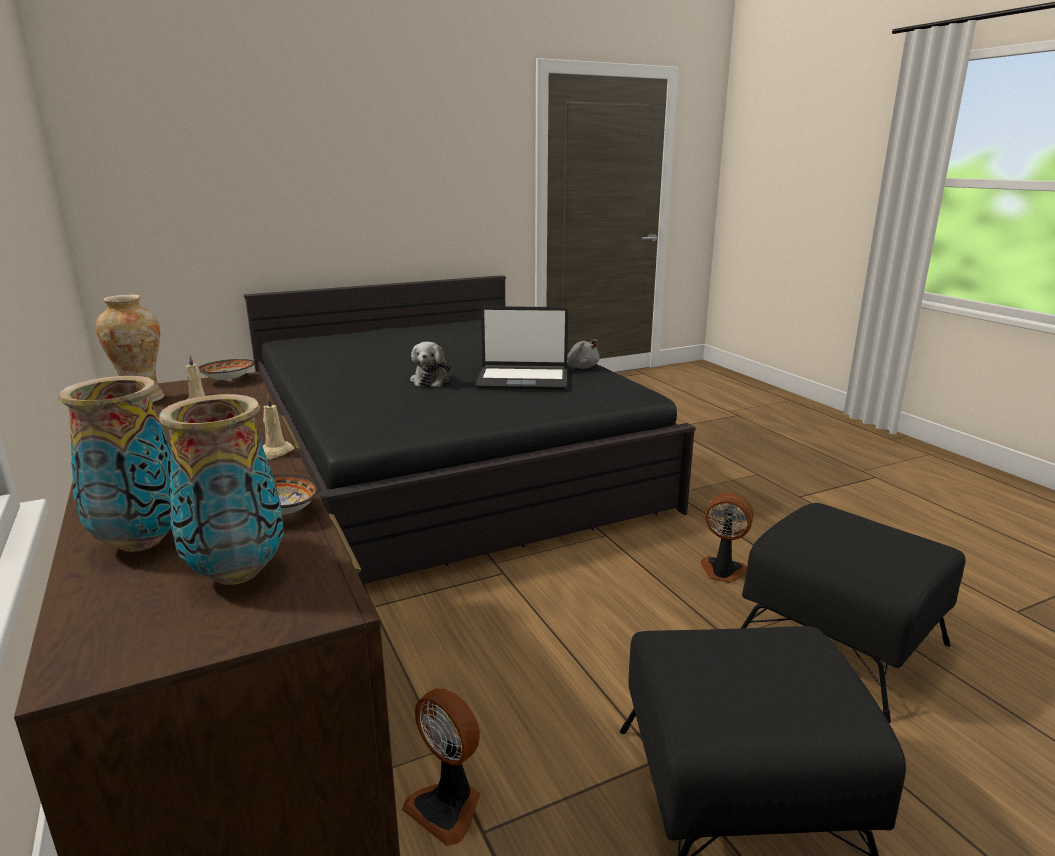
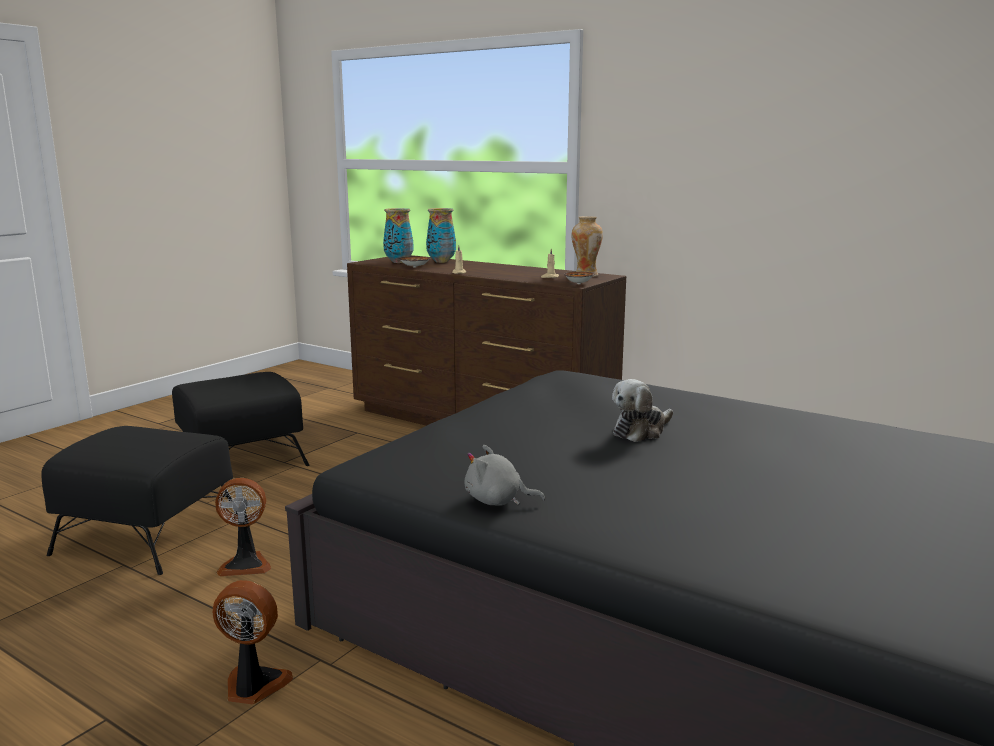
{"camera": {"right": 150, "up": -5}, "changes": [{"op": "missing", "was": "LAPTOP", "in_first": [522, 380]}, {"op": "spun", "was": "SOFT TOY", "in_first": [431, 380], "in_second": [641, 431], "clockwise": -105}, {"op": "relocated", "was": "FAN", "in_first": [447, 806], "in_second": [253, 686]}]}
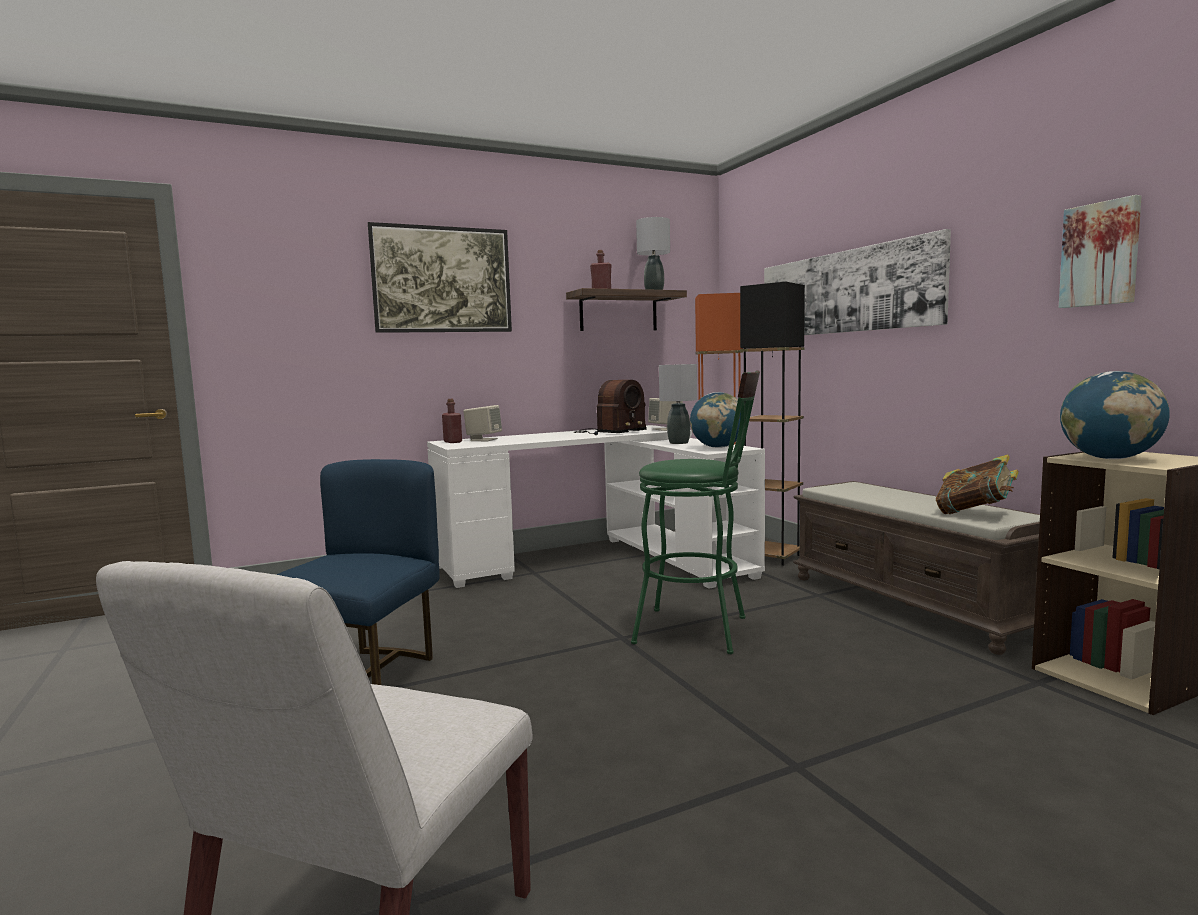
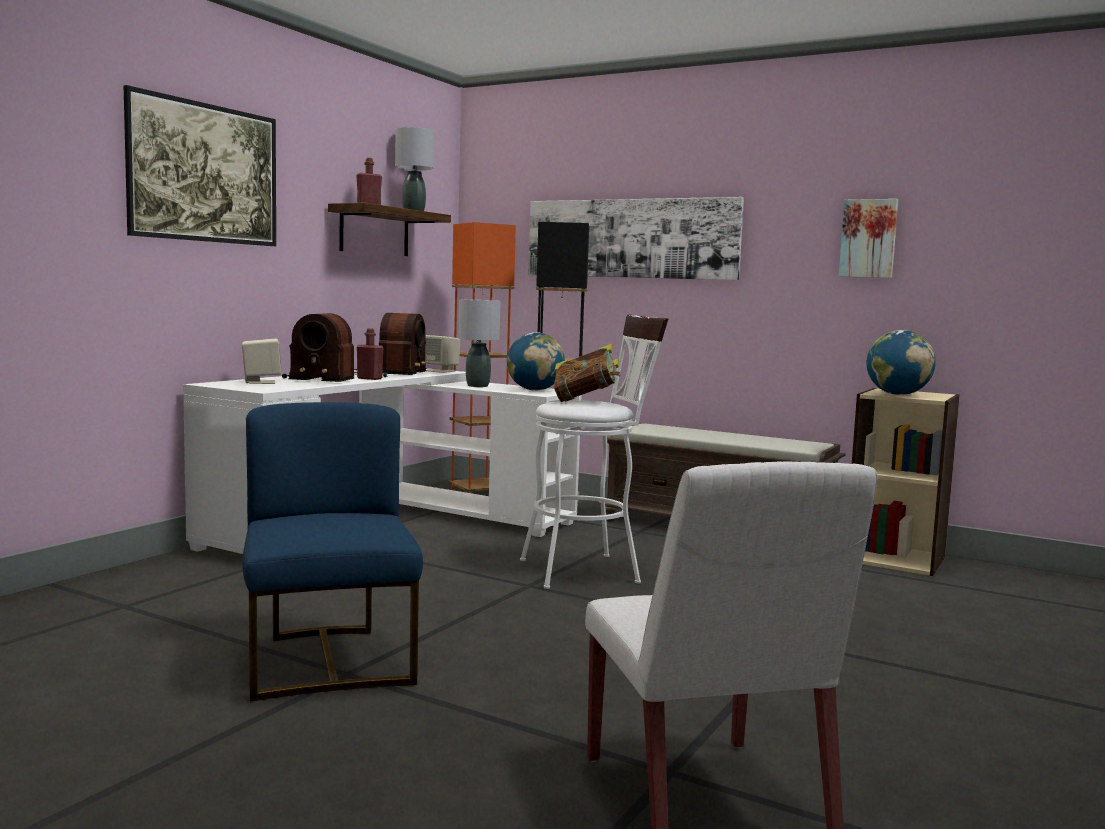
{"camera": {"right": -35, "up": 0}, "changes": [{"op": "colour", "was": "GREENISH STOOL", "now": "WHITISH STOOL", "in_first": [702, 630], "in_second": [589, 570]}, {"op": "relocated", "was": "RED-COLOURED BOTTLE", "in_first": [452, 442], "in_second": [369, 378]}, {"op": "relocated", "was": "BOUND BOOK", "in_first": [975, 514], "in_second": [585, 401]}, {"op": "appeared", "now": "RADIO SET", "in_second": [318, 379]}]}
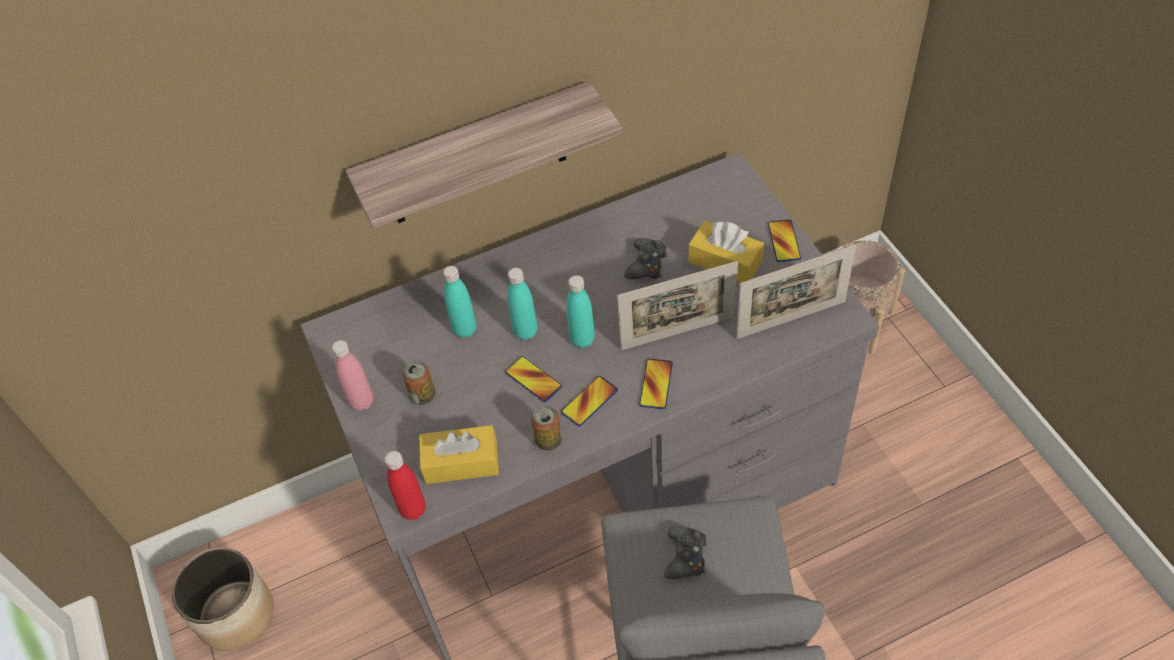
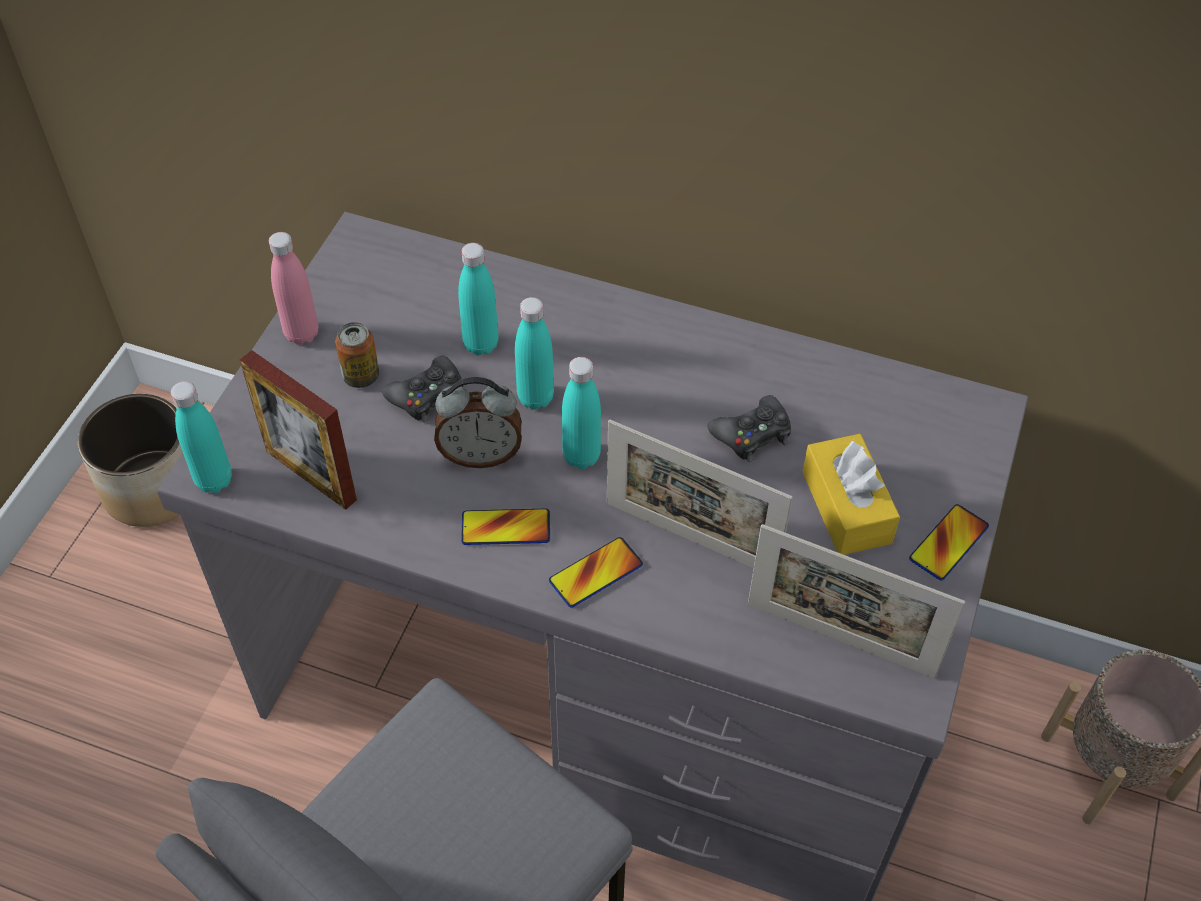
{"camera": {"right": 40, "up": 0}, "changes": [{"op": "missing", "was": "SHELF", "in_first": [476, 157]}, {"op": "exchanged", "was": "HANDSET", "now": "ALARM CLOCK", "in_first": [533, 380], "in_second": [480, 454]}, {"op": "missing", "was": "CAN", "in_first": [548, 440]}, {"op": "exchanged", "was": "YELLOWISH TISSUE BOX", "now": "PHOTO FRAME", "in_first": [461, 462], "in_second": [311, 475]}, {"op": "colour", "was": "RED-COLOURED BOTTLE", "now": "BLUE-GREEN BOTTLE", "in_first": [413, 509], "in_second": [214, 480]}, {"op": "relocated", "was": "BLACKISH GAMEPAD", "in_first": [686, 556], "in_second": [428, 396]}]}
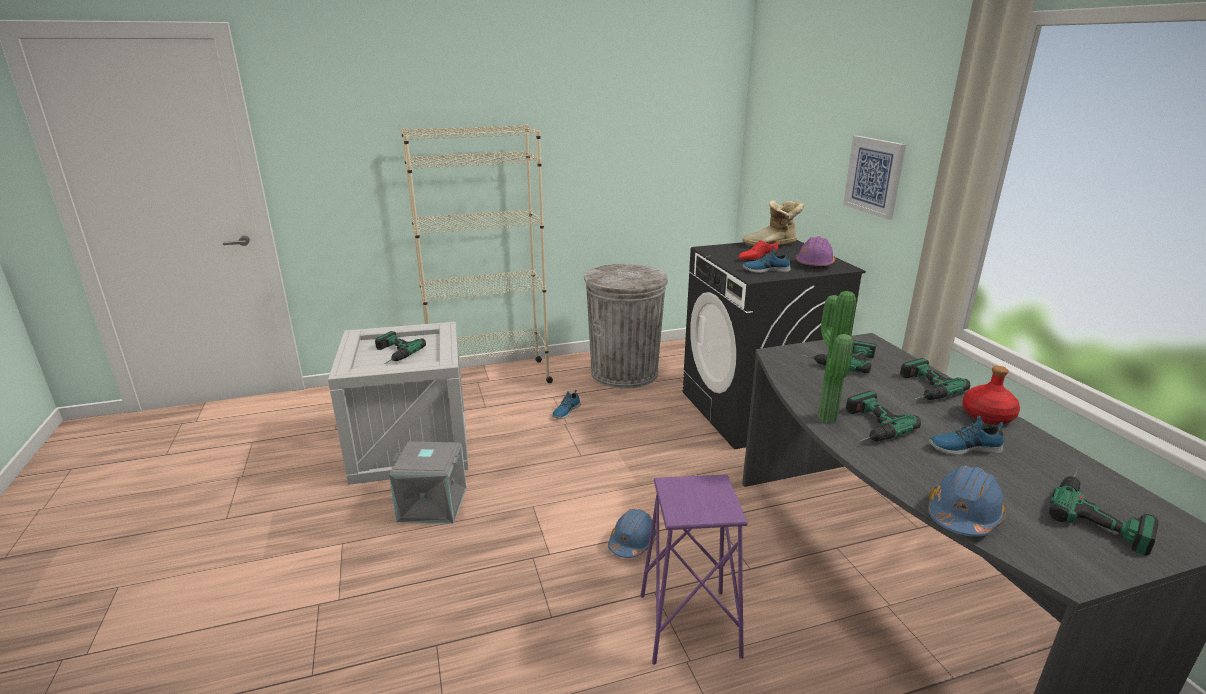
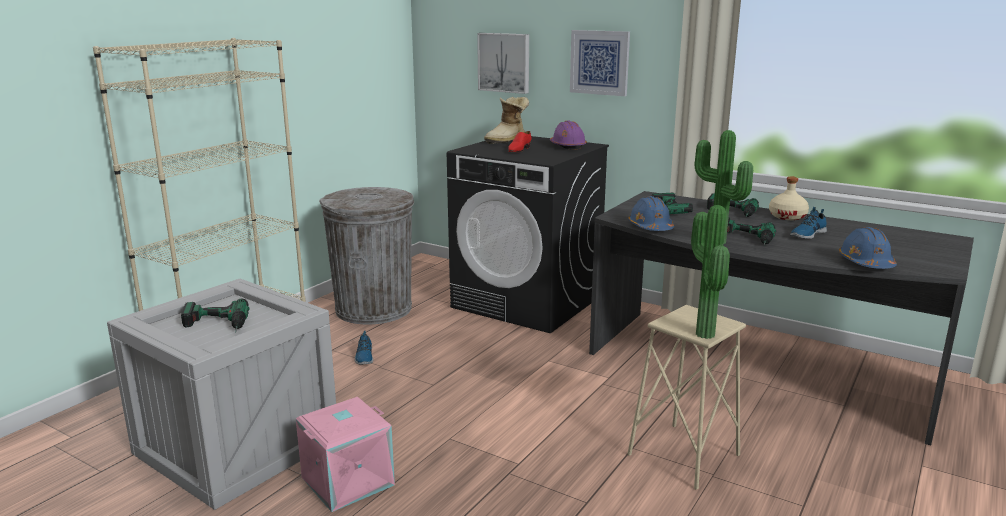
{"camera": {"right": -40, "up": -5}, "changes": [{"op": "missing", "was": "ITEM OF FOOTWEAR", "in_first": [765, 270]}, {"op": "colour", "was": "RED-COLOURED BOTTLE", "now": "SAND-COLOURED BOTTLE", "in_first": [987, 416], "in_second": [787, 216]}, {"op": "colour", "was": "GRAY STORAGE BOX", "now": "PINKISH STORAGE BOX", "in_first": [433, 503], "in_second": [347, 480]}, {"op": "missing", "was": "ELECTRIC DRILL", "in_first": [1101, 513]}, {"op": "colour", "was": "PURPLE-COLOURED STOOL", "now": "SAND-COLOURED STOOL", "in_first": [688, 625], "in_second": [683, 455]}, {"op": "relocated", "was": "BLUE-COLOURED WORK HELMET", "in_first": [632, 542], "in_second": [650, 227]}, {"op": "appeared", "now": "WALL ART", "in_second": [504, 62]}, {"op": "appeared", "now": "POTTED PLANT", "in_second": [701, 335]}]}
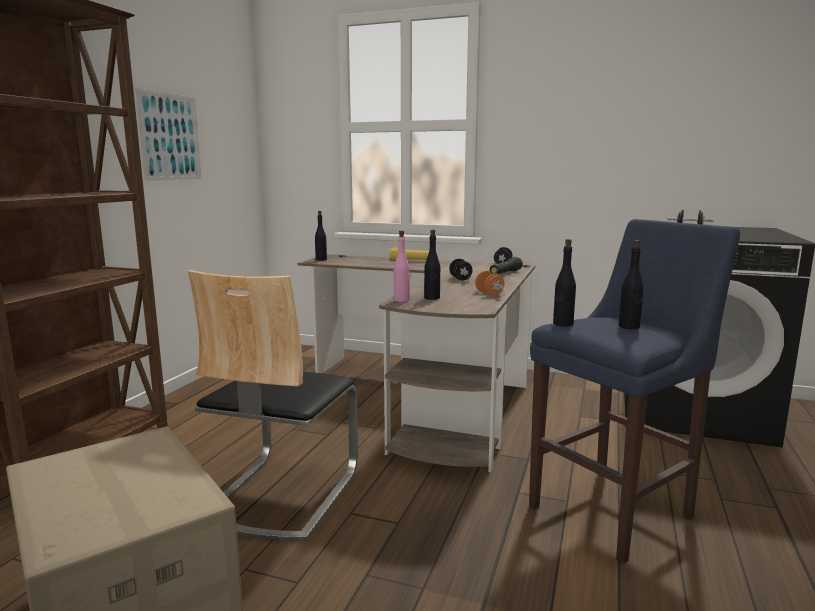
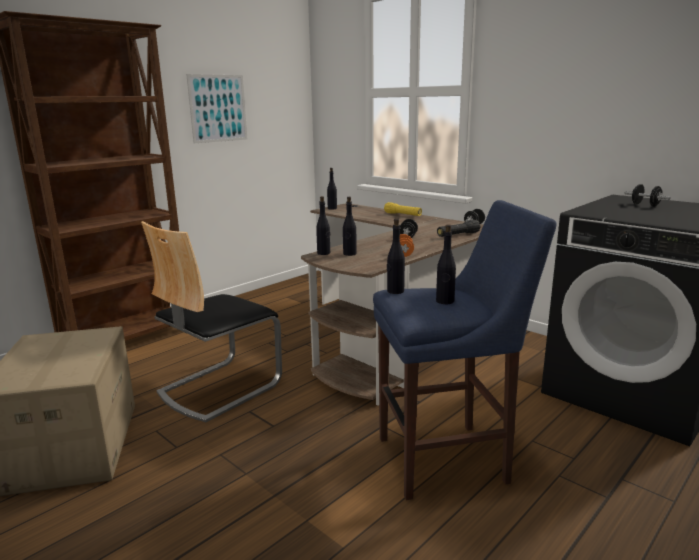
{"camera": {"right": 25, "up": 5}, "changes": [{"op": "colour", "was": "PINKISH BOTTLE", "now": "BLACKISH BOTTLE", "in_first": [402, 300], "in_second": [324, 253]}]}
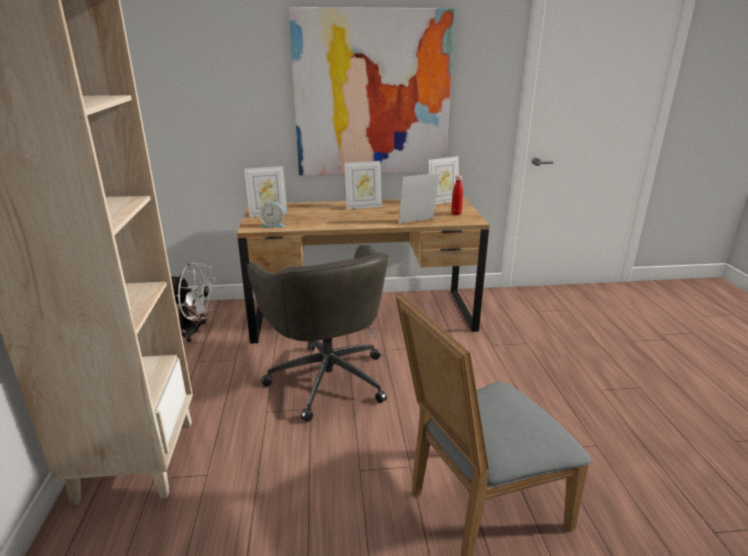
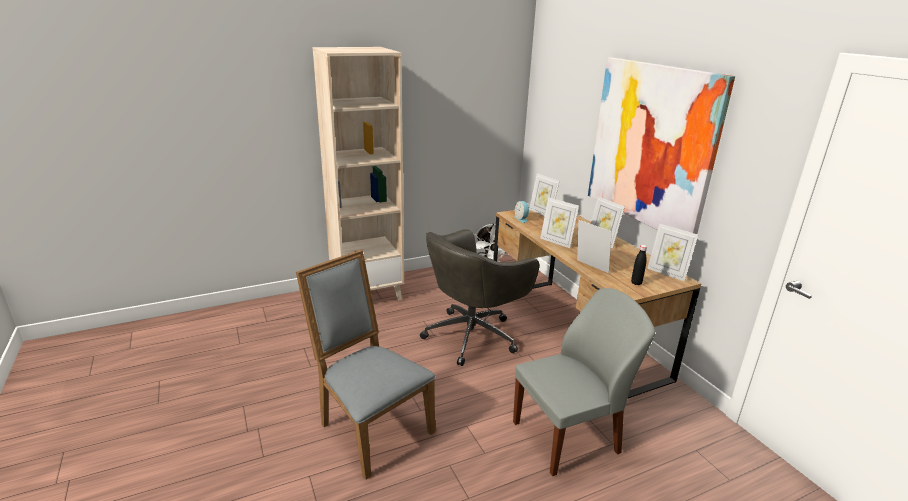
{"camera": {"right": 70, "up": 0}, "changes": [{"op": "colour", "was": "RED-COLOURED BOTTLE", "now": "BLACKISH BOTTLE", "in_first": [456, 214], "in_second": [636, 283]}, {"op": "appeared", "now": "PHOTO FRAME", "in_second": [556, 242]}, {"op": "appeared", "now": "GRAY UPRIGHT CHAIR", "in_second": [568, 437]}]}
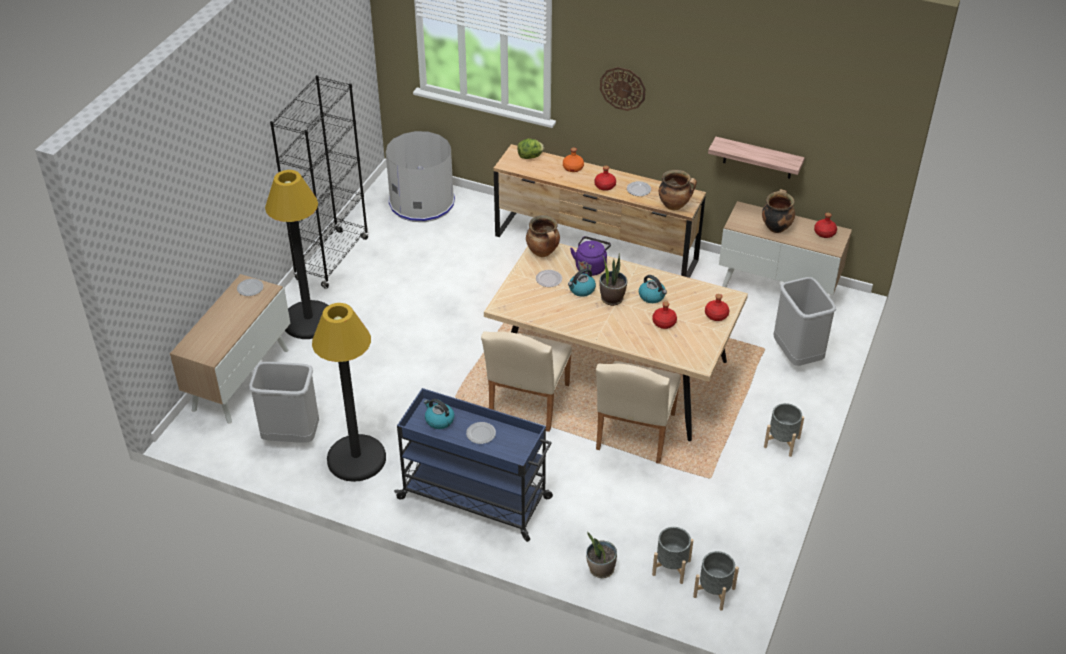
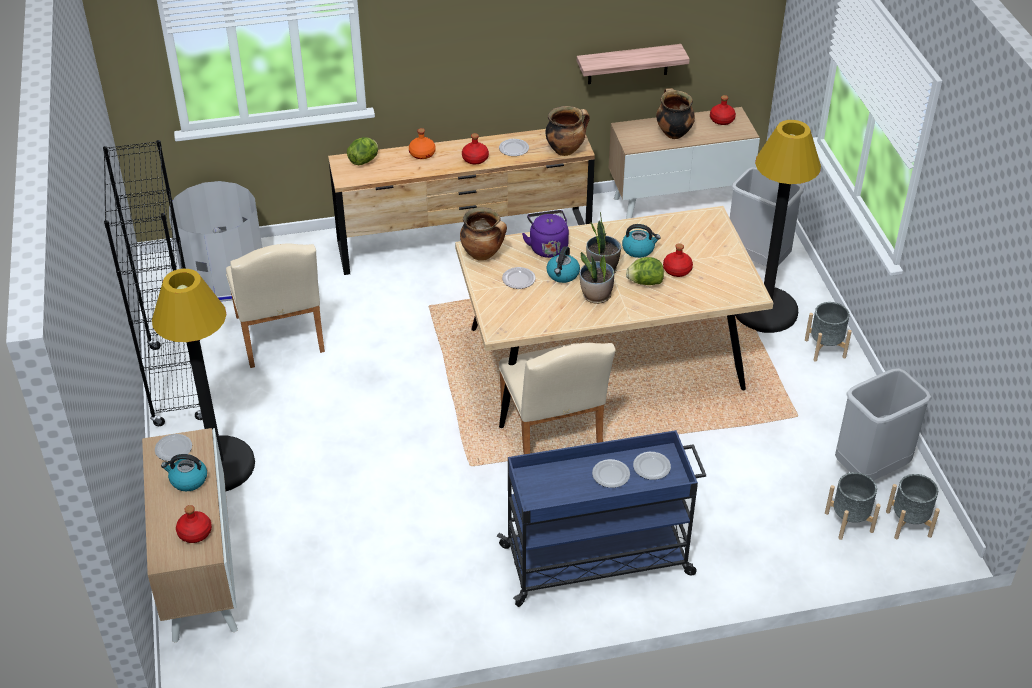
{"camera": {"right": -35, "up": 0}, "changes": [{"op": "missing", "was": "HANGING CLOCK", "in_first": [622, 88]}, {"op": "relocated", "was": "RED-COLOURED BOTTLE", "in_first": [716, 315], "in_second": [195, 533]}, {"op": "relocated", "was": "BLACKISH STANDARD LAMP", "in_first": [356, 459], "in_second": [765, 311]}, {"op": "relocated", "was": "SAND-COLOURED UPRIGHT CHAIR", "in_first": [634, 436], "in_second": [280, 338]}, {"op": "relocated", "was": "GRAY WASTE BIN", "in_first": [292, 435], "in_second": [870, 467]}, {"op": "relocated", "was": "KETTLE", "in_first": [439, 420], "in_second": [188, 480]}, {"op": "relocated", "was": "POTTED PLANT", "in_first": [600, 569], "in_second": [596, 296]}, {"op": "appeared", "now": "HEAD OF LETTUCE", "in_second": [645, 282]}, {"op": "appeared", "now": "PLATE", "in_second": [651, 467]}]}
